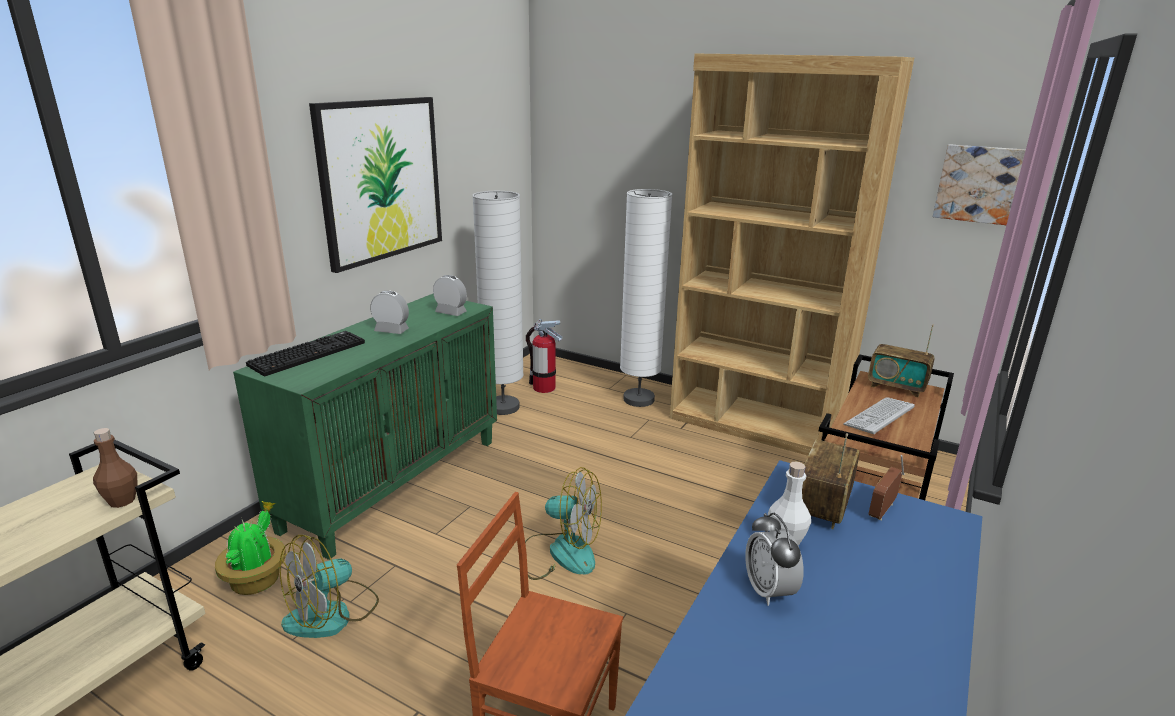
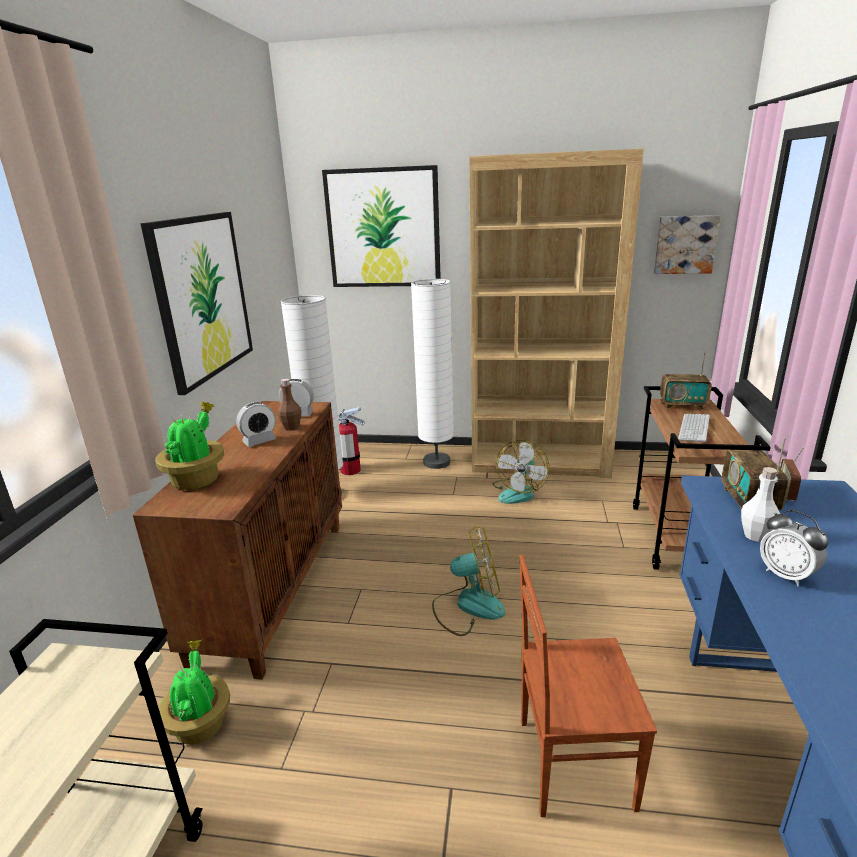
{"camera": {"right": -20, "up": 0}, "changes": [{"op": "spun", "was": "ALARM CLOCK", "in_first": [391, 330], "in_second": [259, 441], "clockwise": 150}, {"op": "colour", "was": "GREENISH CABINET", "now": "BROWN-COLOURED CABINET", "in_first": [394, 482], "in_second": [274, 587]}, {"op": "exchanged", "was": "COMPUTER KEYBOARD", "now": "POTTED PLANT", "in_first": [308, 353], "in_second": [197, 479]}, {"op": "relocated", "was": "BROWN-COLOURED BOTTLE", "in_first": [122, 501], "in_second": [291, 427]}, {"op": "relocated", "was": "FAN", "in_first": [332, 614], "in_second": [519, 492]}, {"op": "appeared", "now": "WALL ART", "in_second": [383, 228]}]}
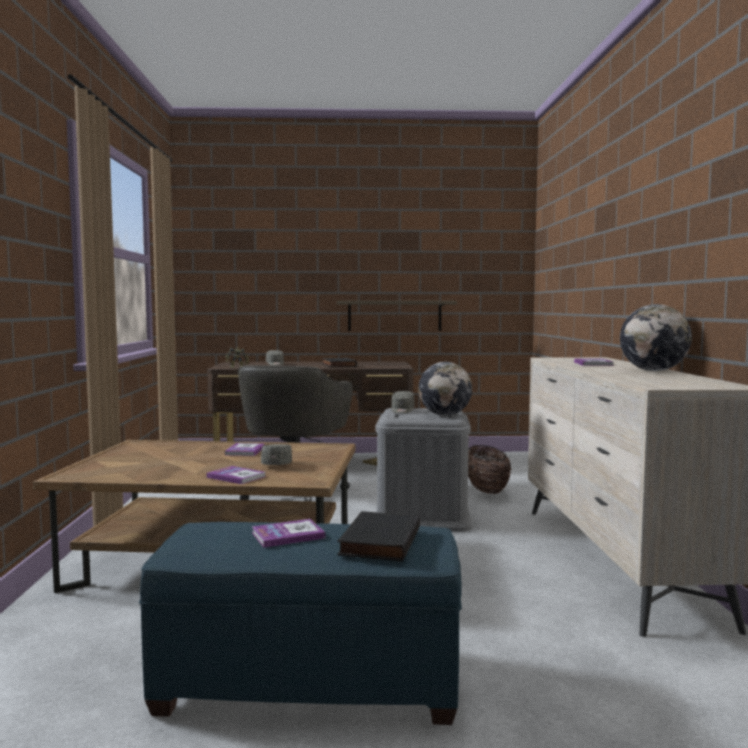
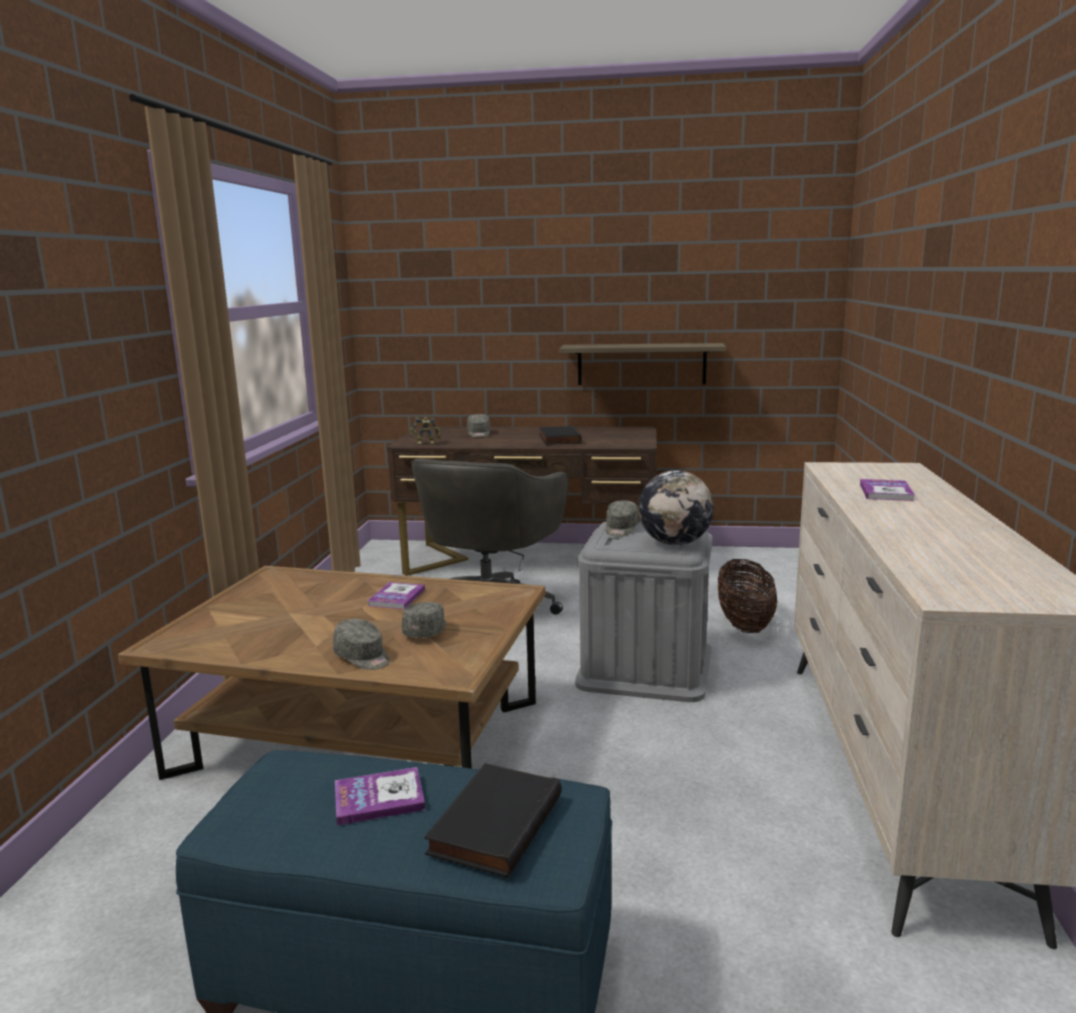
{"camera": {"right": 10, "up": 10}, "changes": [{"op": "missing", "was": "DESK GLOBE", "in_first": [653, 371]}, {"op": "exchanged", "was": "BOUND BOOK", "now": "GRAY CAP", "in_first": [236, 477], "in_second": [363, 657]}]}
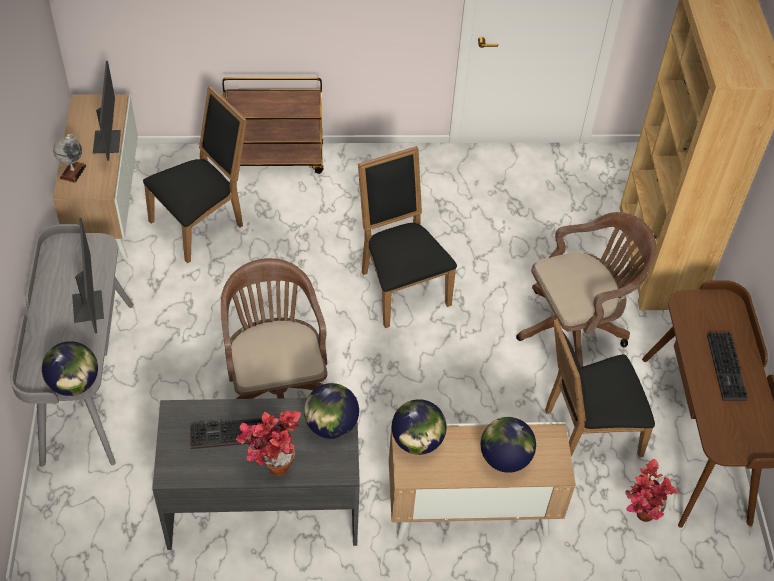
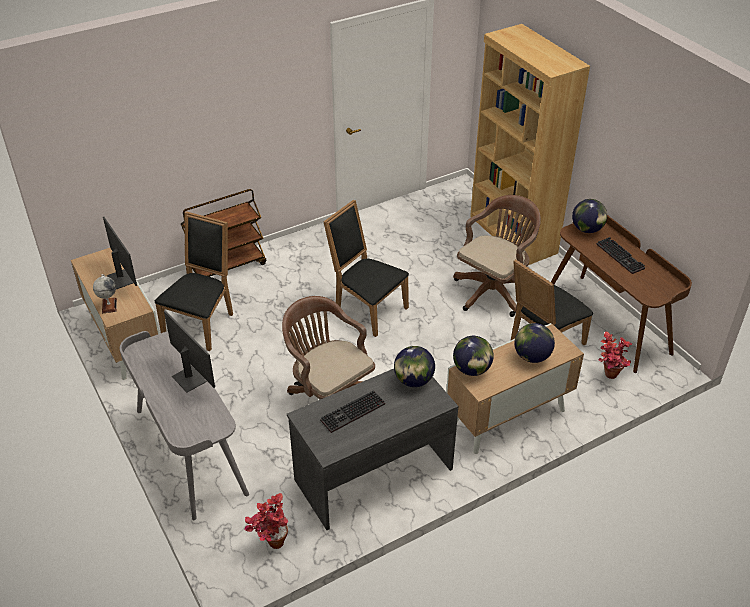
{"camera": {"right": -25, "up": -10}, "changes": [{"op": "relocated", "was": "DESK GLOBE", "in_first": [74, 384], "in_second": [587, 229]}, {"op": "relocated", "was": "POTTED PLANT", "in_first": [271, 465], "in_second": [270, 543]}]}
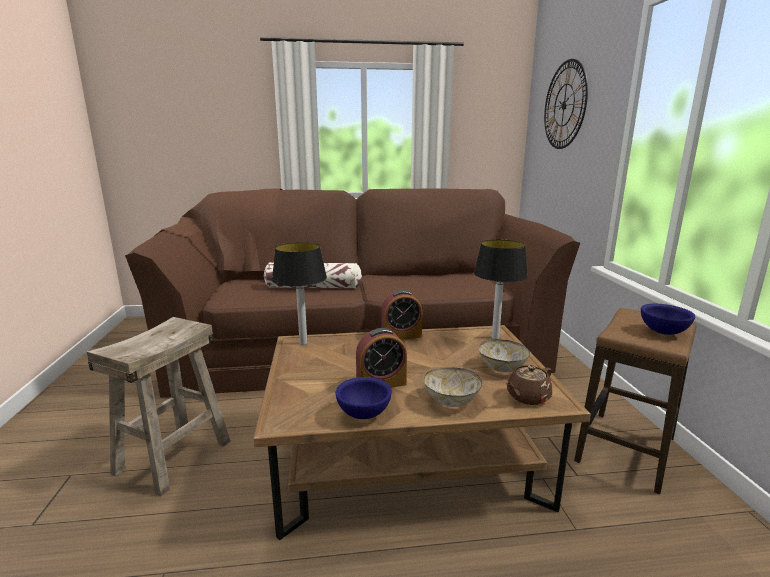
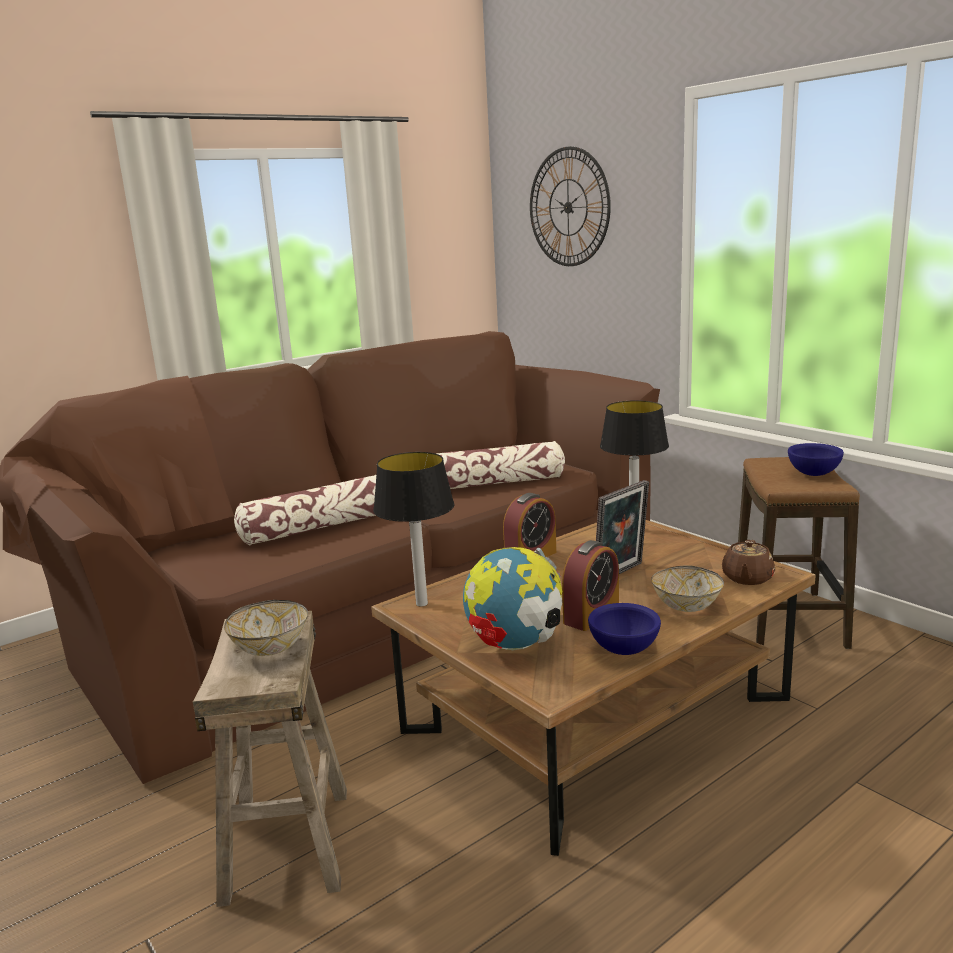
{"camera": {"right": -30, "up": 0}, "changes": [{"op": "relocated", "was": "DEEP DISH", "in_first": [502, 368], "in_second": [270, 648]}, {"op": "appeared", "now": "CUSHION", "in_second": [496, 483]}, {"op": "appeared", "now": "PHOTO FRAME", "in_second": [621, 574]}, {"op": "appeared", "now": "DESK GLOBE", "in_second": [515, 644]}]}
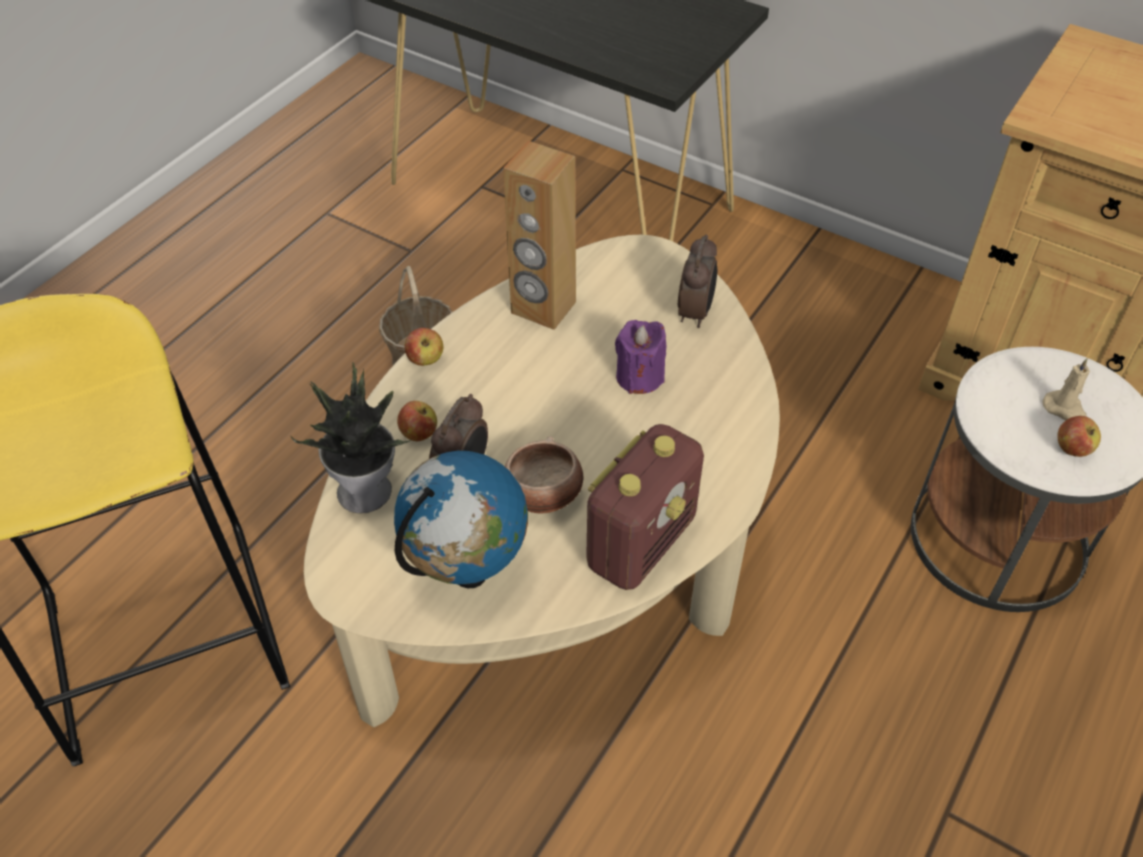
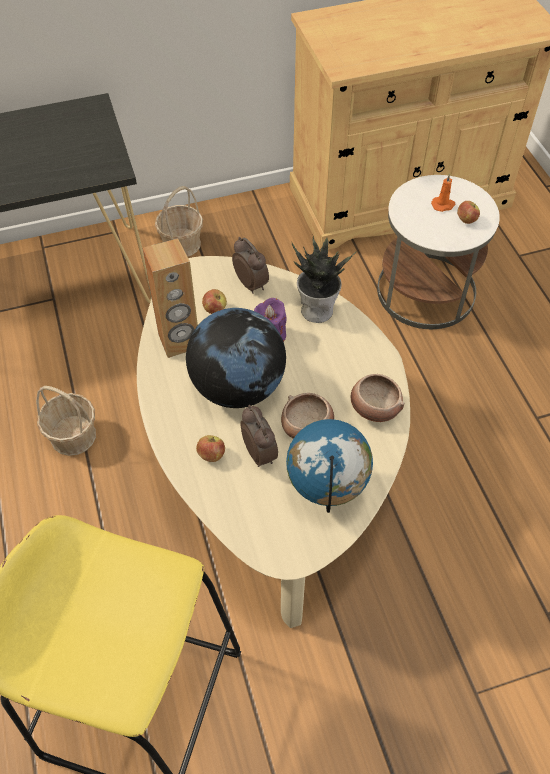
{"camera": {"right": -50, "up": 5}, "changes": [{"op": "relocated", "was": "APPLE", "in_first": [425, 359], "in_second": [215, 309]}, {"op": "colour", "was": "SAND-COLOURED WAX CANDLE", "now": "ORANGEY WAX CANDLE", "in_first": [1064, 408], "in_second": [443, 205]}, {"op": "relocated", "was": "POTTED PLANT", "in_first": [367, 490], "in_second": [317, 309]}, {"op": "exchanged", "was": "RADIO SET", "now": "DEEP DISH", "in_first": [641, 542], "in_second": [374, 407]}, {"op": "appeared", "now": "BASKET", "in_second": [181, 244]}, {"op": "appeared", "now": "DESK GLOBE", "in_second": [238, 387]}]}
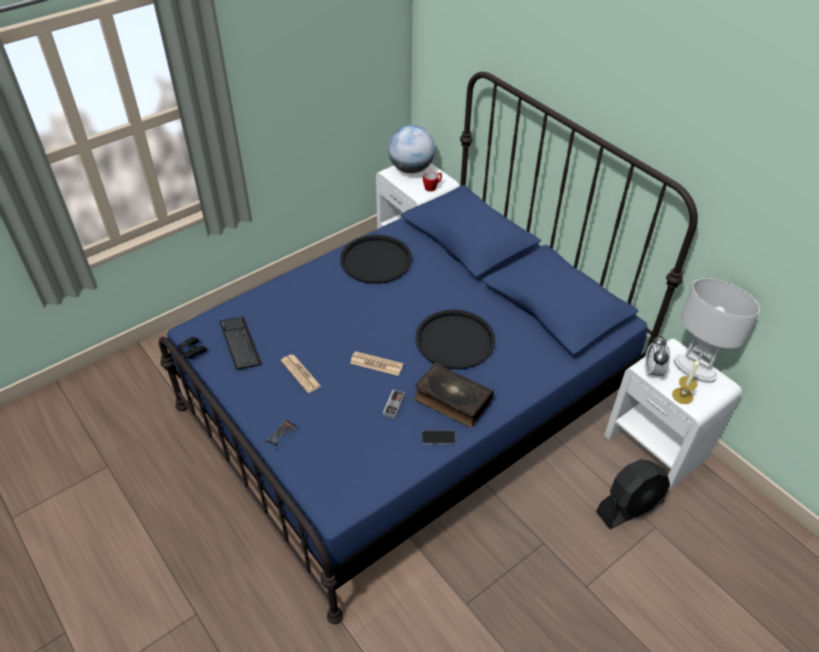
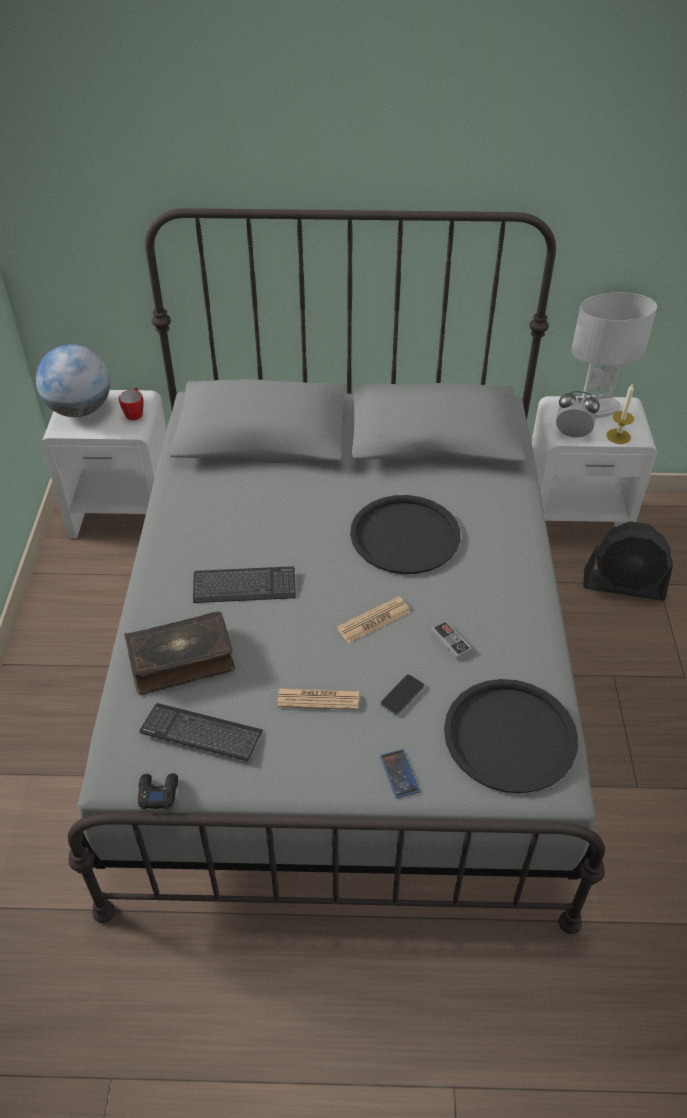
{"camera": {"right": -50, "up": 0}, "changes": [{"op": "colour", "was": "BLUE-COLOURED BED", "now": "GRAY BED", "in_first": [409, 404], "in_second": [343, 669]}, {"op": "relocated", "was": "BLACKISH SERVING TRAY", "in_first": [376, 260], "in_second": [510, 736]}, {"op": "spun", "was": "ALARM CLOCK", "in_first": [652, 371], "in_second": [572, 434], "clockwise": 150}, {"op": "relocated", "was": "BOUND BOOK", "in_first": [452, 400], "in_second": [181, 660]}, {"op": "relocated", "was": "HANDSET", "in_first": [438, 438], "in_second": [402, 696]}, {"op": "spun", "was": "BLACKISH FAN", "in_first": [630, 507], "in_second": [624, 585], "clockwise": 90}, {"op": "appeared", "now": "COMPUTER KEYBOARD", "in_second": [244, 586]}]}
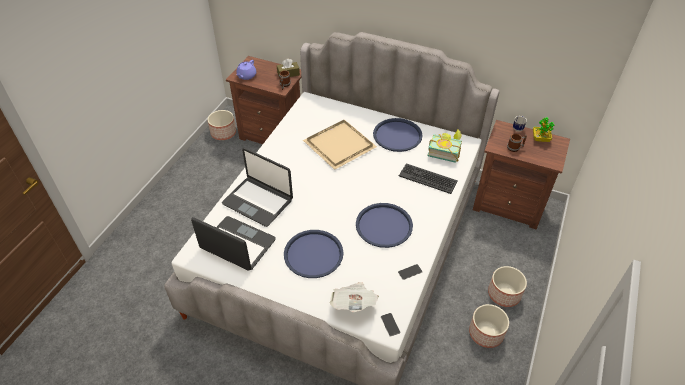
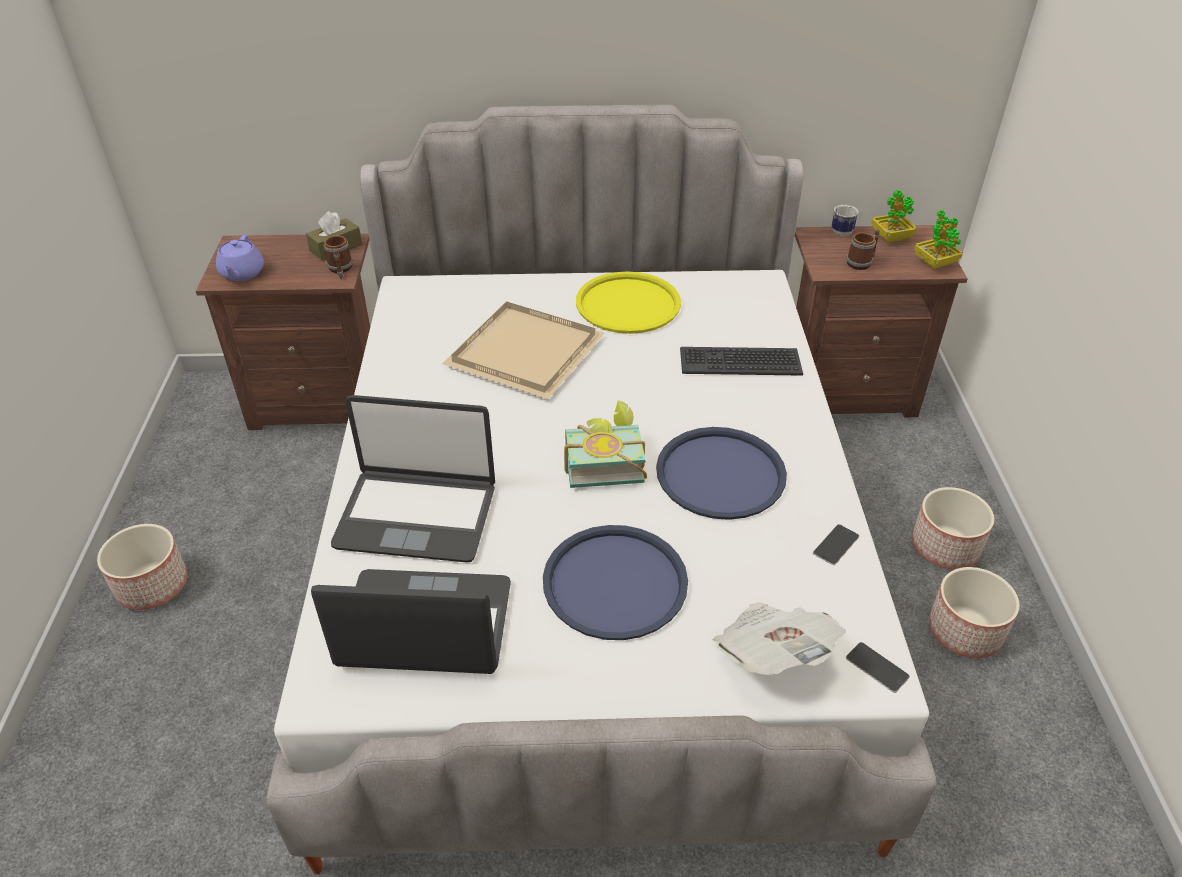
{"camera": {"right": -25, "up": -5}, "changes": [{"op": "relocated", "was": "PLANT POT", "in_first": [223, 133], "in_second": [153, 586]}, {"op": "colour", "was": "BLUE-COLOURED SERVING TRAY", "now": "YELLOWISH SERVING TRAY", "in_first": [397, 135], "in_second": [628, 304]}, {"op": "relocated", "was": "BOUND BOOK", "in_first": [444, 151], "in_second": [603, 462]}, {"op": "appeared", "now": "POTTED PLANT", "in_second": [934, 263]}]}
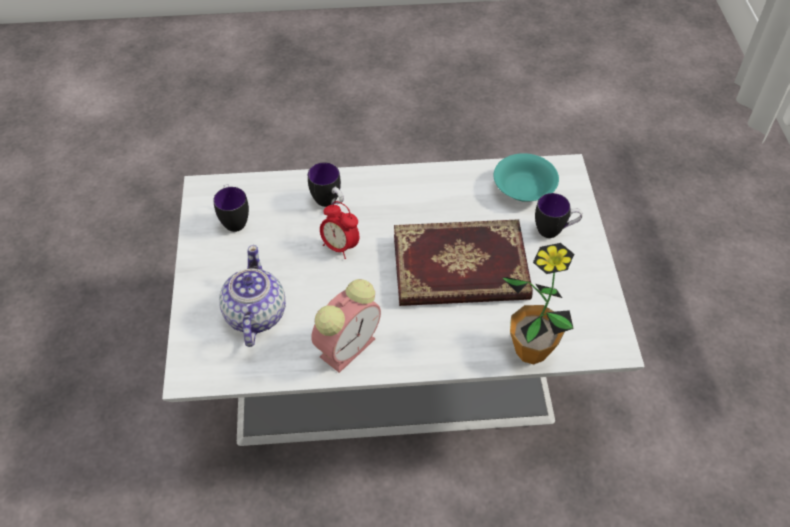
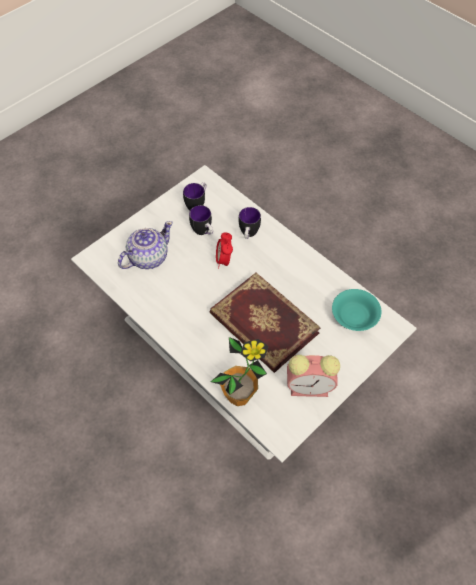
{"camera": {"right": 50, "up": 5}, "changes": [{"op": "relocated", "was": "COFFEE MUG", "in_first": [555, 231], "in_second": [203, 232]}, {"op": "relocated", "was": "ALARM CLOCK", "in_first": [348, 346], "in_second": [311, 387]}]}
